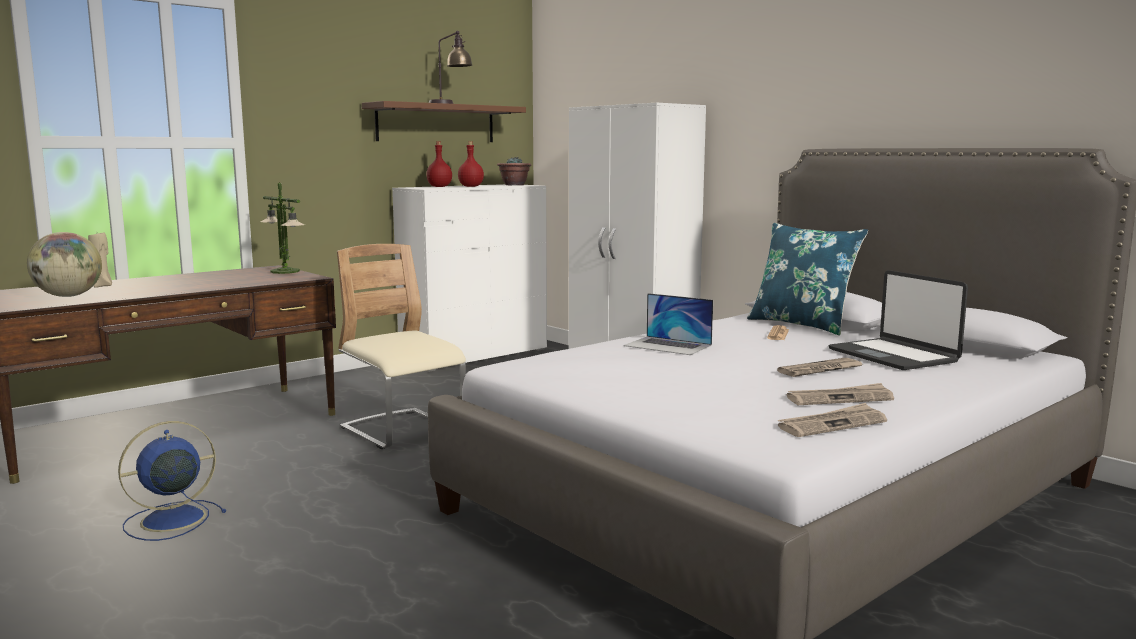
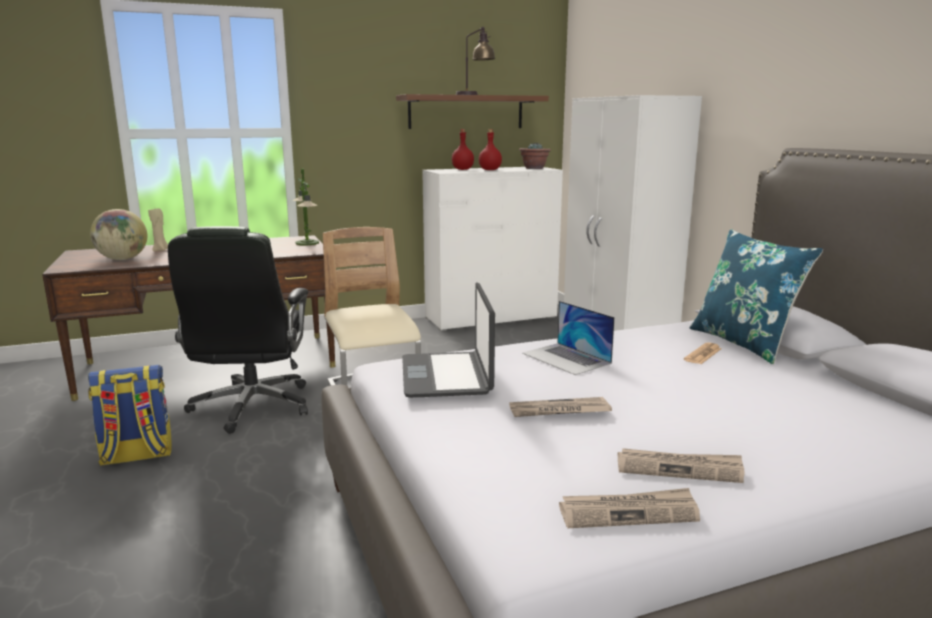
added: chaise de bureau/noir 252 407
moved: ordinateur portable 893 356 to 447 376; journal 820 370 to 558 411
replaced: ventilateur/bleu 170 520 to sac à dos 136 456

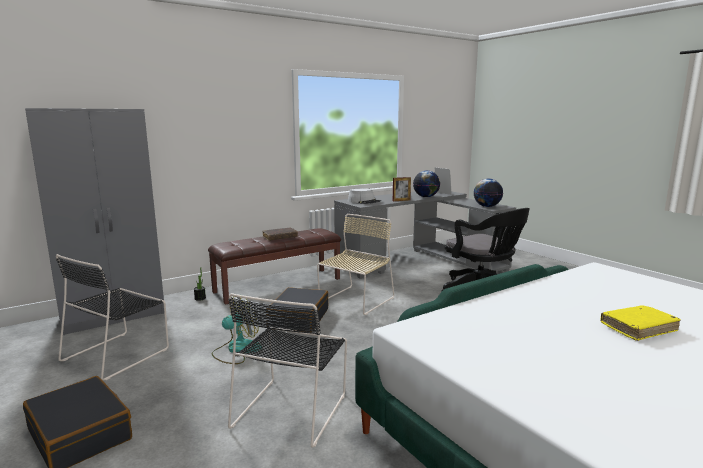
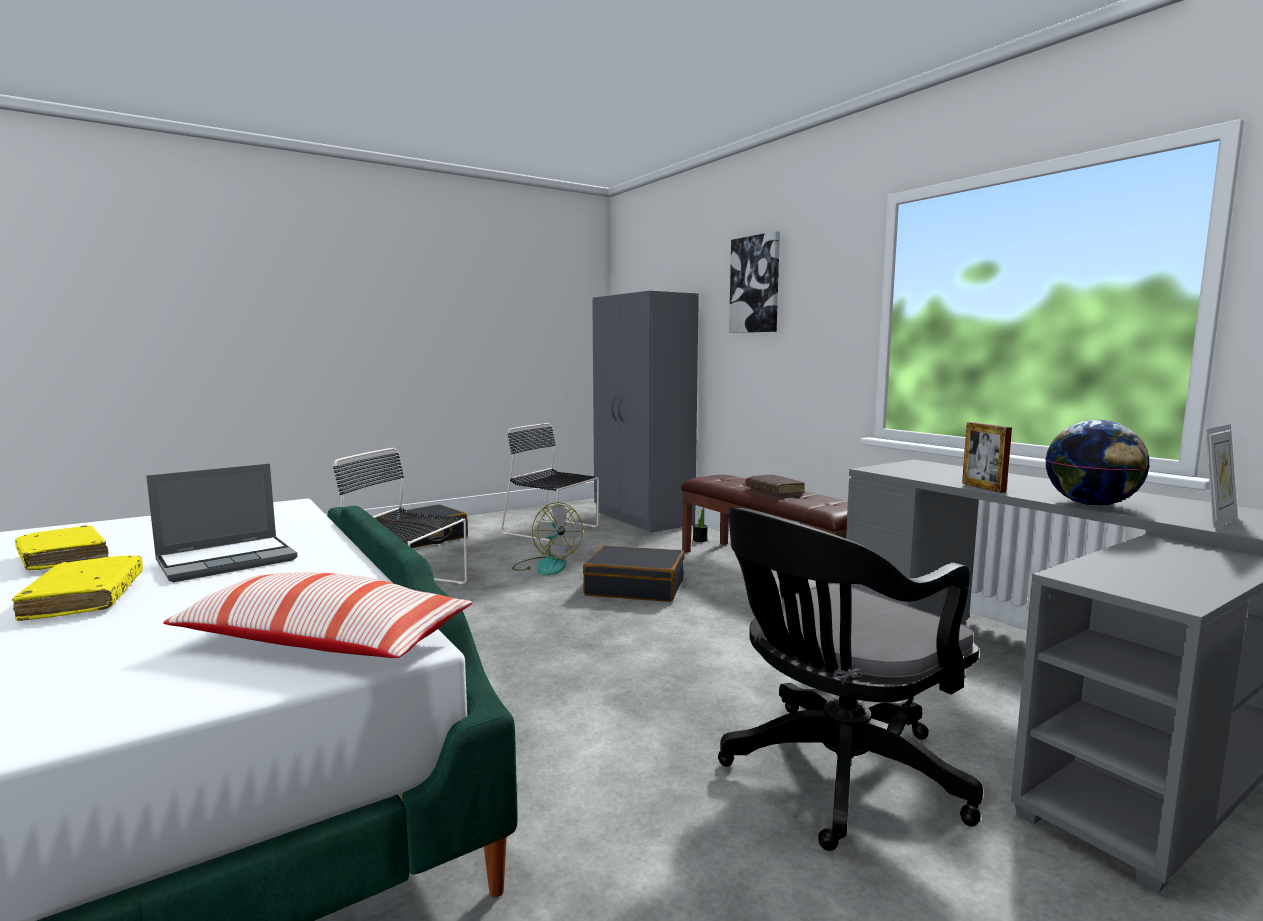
removed: chaise/beige 355 301; chapeau/gris 364 201; globe 487 206
added: livre/jaune 62 558; ordinateur portable 228 560; coussin 324 642; tableau 755 284

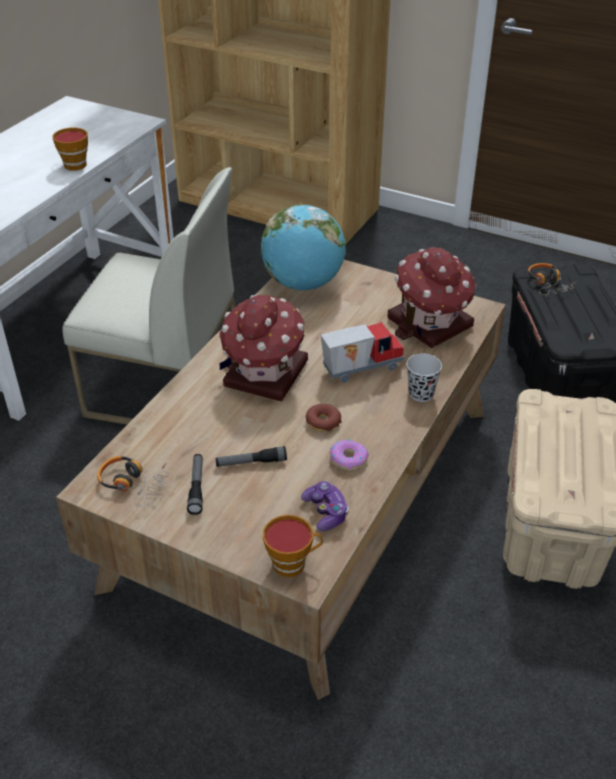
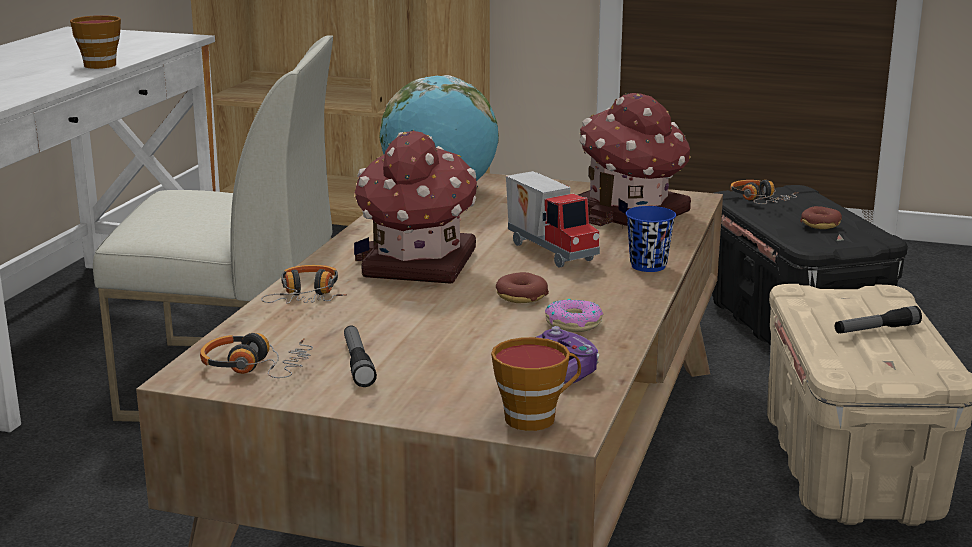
added: casque audio 307 297; beignet 820 224
moved: lampe de poche 251 462 to 876 329
recoloured: tasse/noir 421 394 to tasse/bleu 648 266
turned: camion jouet 360 368 = 552 251 90 degrees clockwise

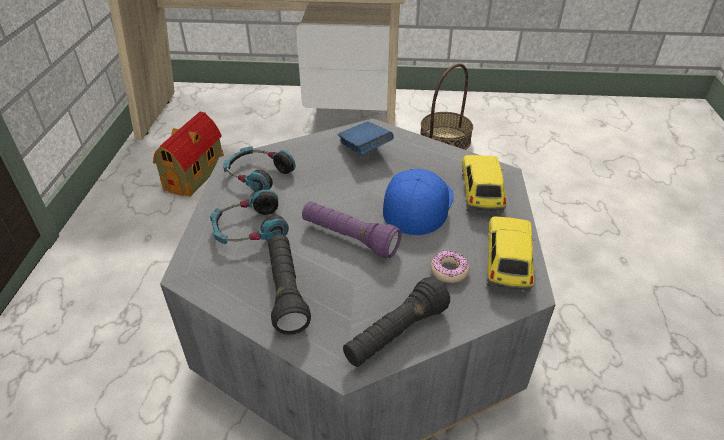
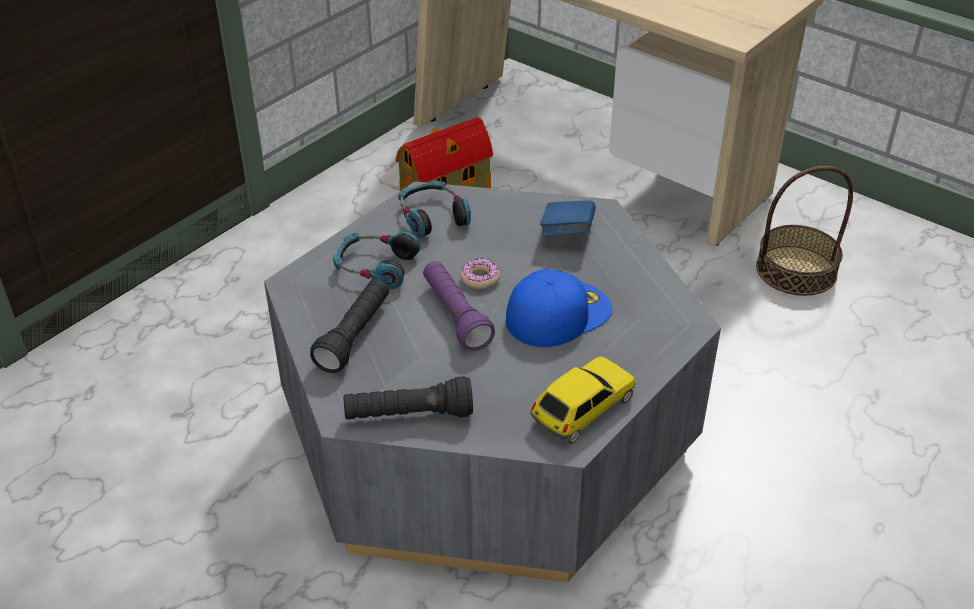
removed: petite voiture 481 193
moved: beignet 449 271 to 480 279

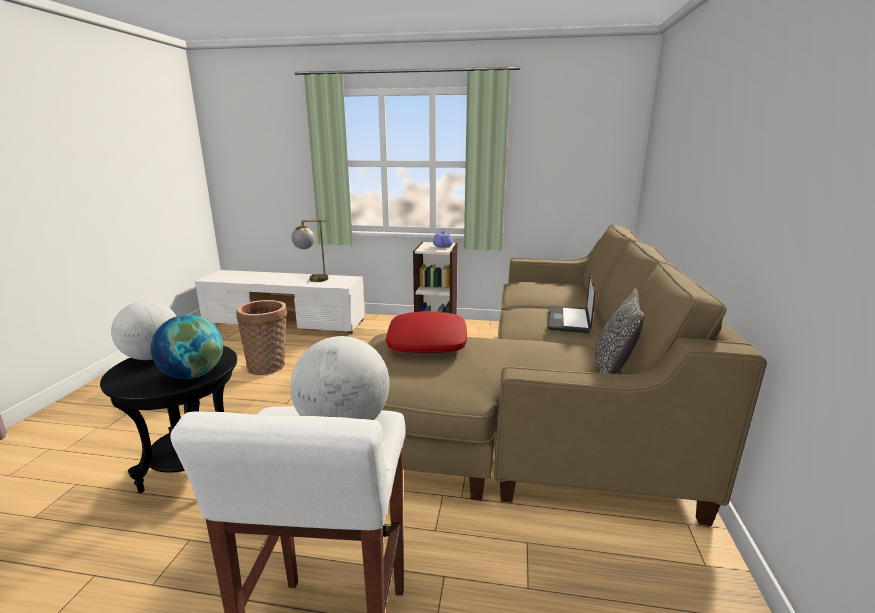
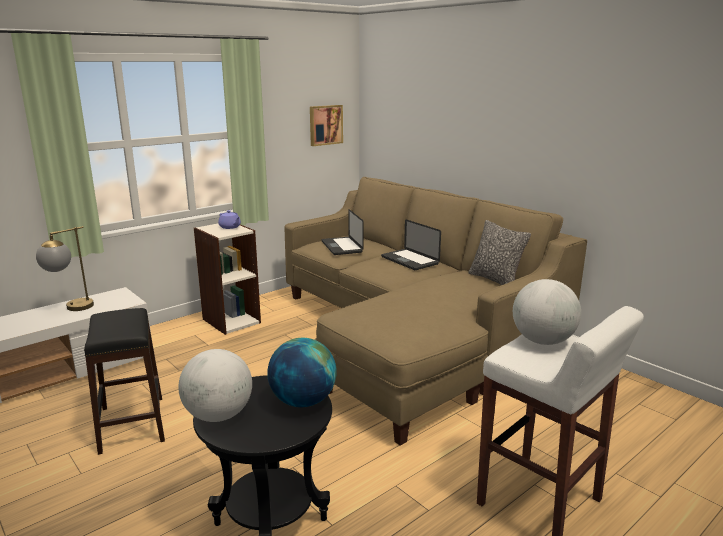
removed: coussin/rouge 428 343
added: tableau 325 125; ordinateur portable 342 247
replaced: panier 269 366 to tabouret/noir 131 424

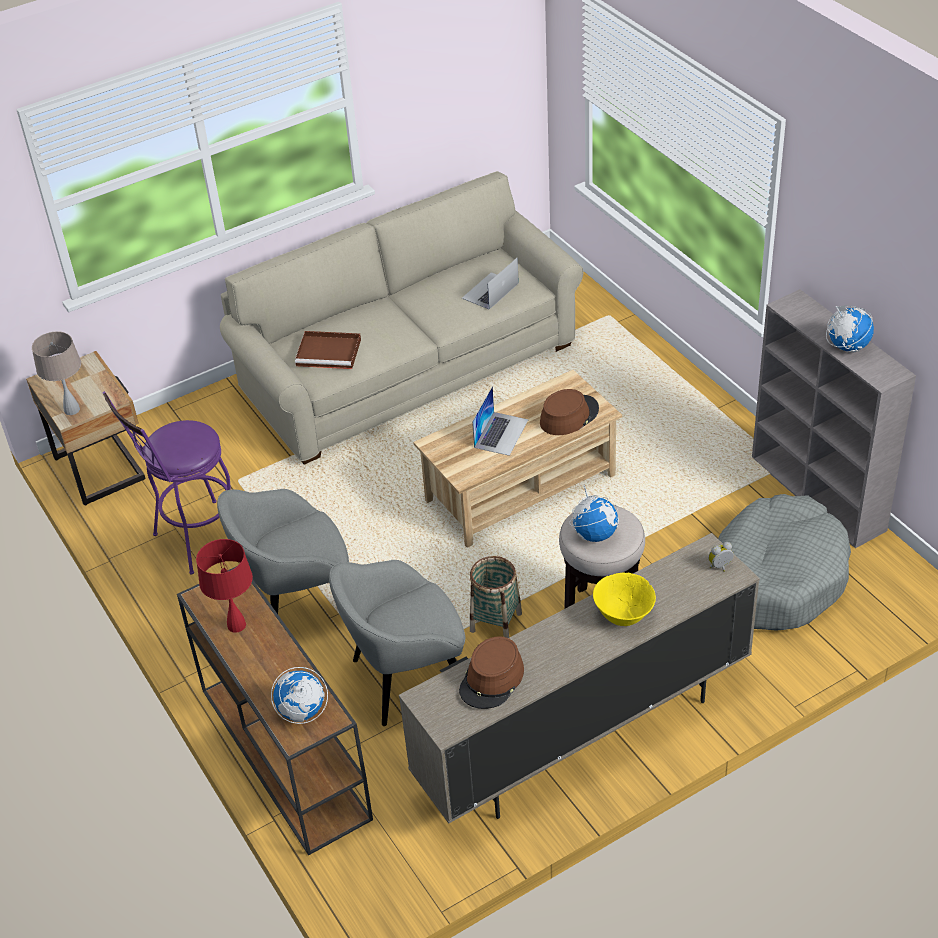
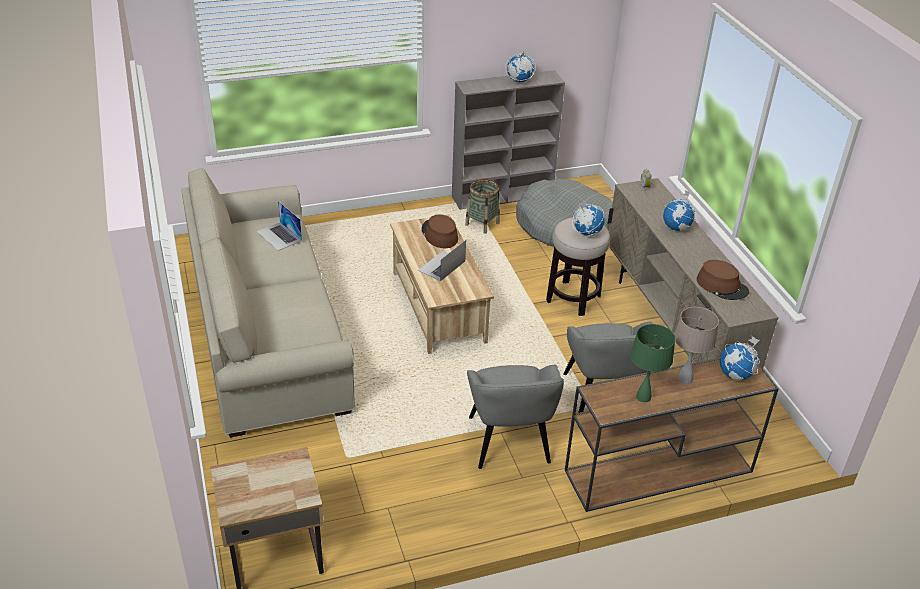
removed: tabouret/violet 195 540; plateau/marron 330 352
moved: panier 496 622 to 482 224; lampe de table/beige 72 410 to 685 378
replaced: bol/jaune 623 615 to globe 677 227
recoloured: lampe de table/rouge 236 625 to lampe de table/vert 643 397
turned: ordinateur portable 501 433 = 441 266 90 degrees counterclockwise

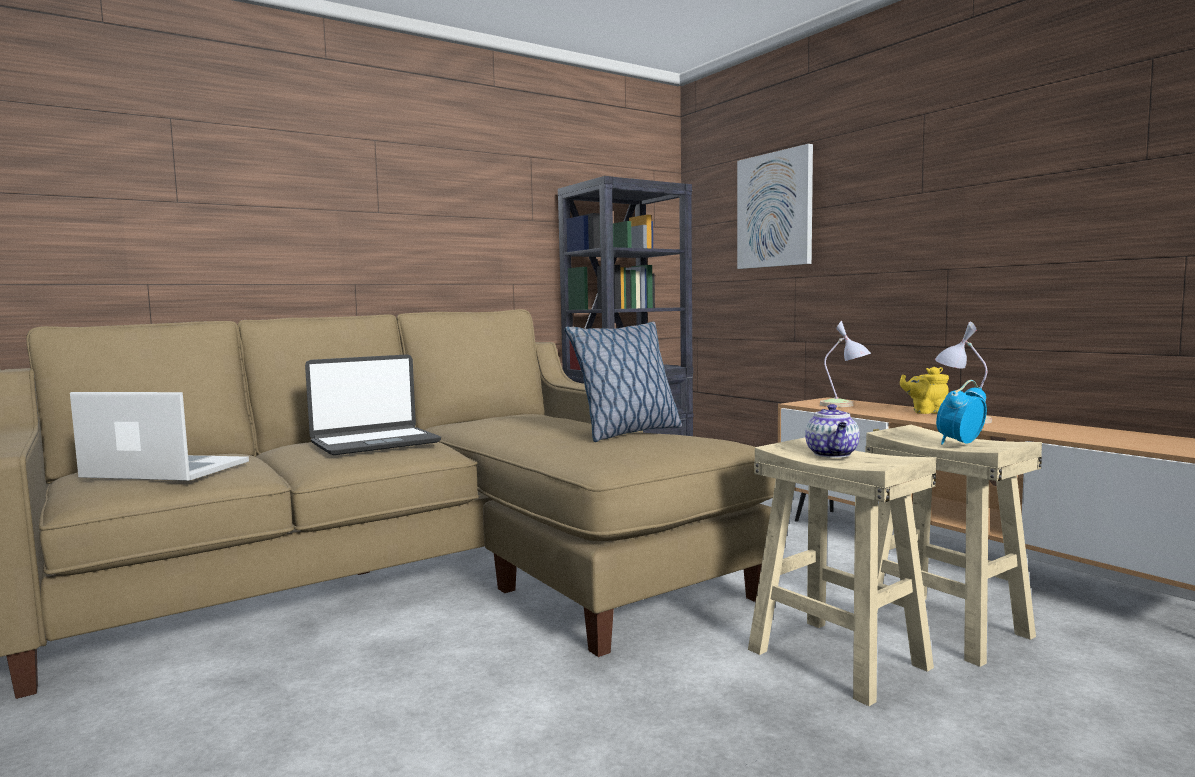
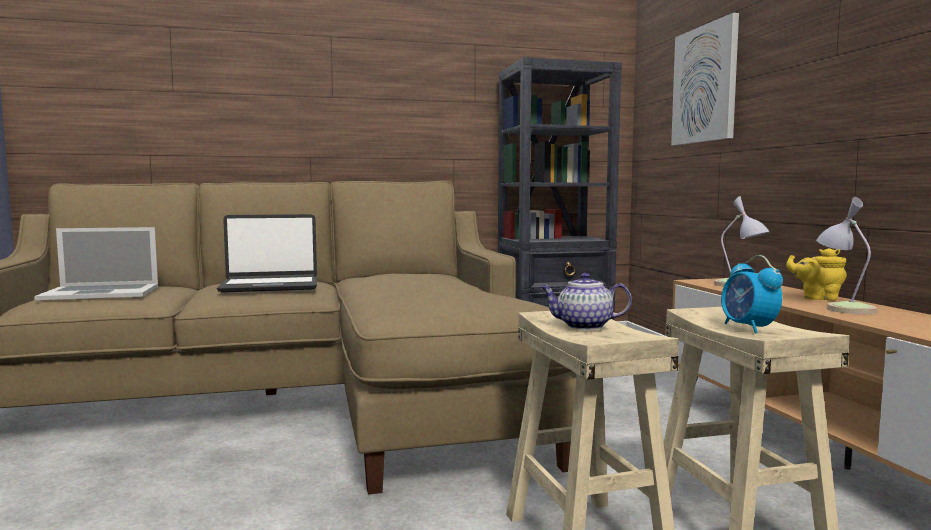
removed: coussin 627 433
turned: ordinateur portable 165 470 = 101 293 135 degrees clockwise; théière 832 454 = 583 326 75 degrees clockwise; réveil 959 443 = 748 328 90 degrees counterclockwise

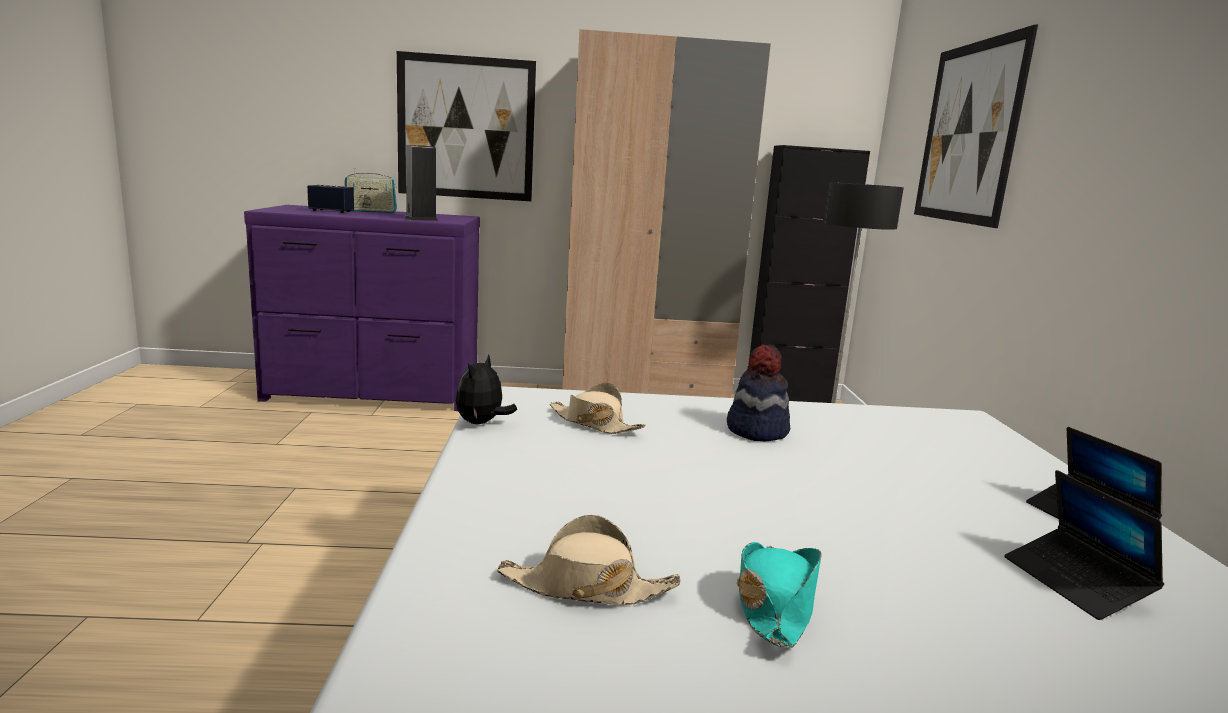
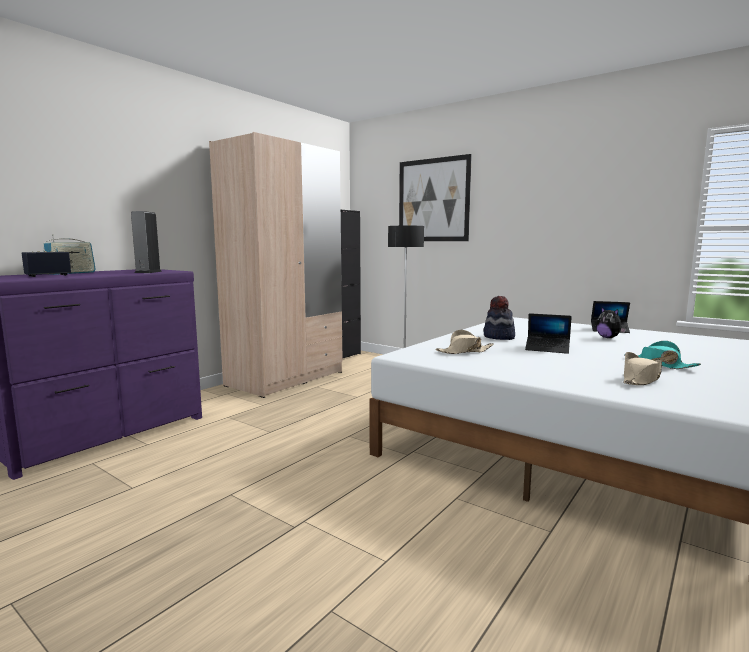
removed: tableau 466 128
moved: ordinateur portable 1076 583 to 547 349; peluche 482 423 to 608 338

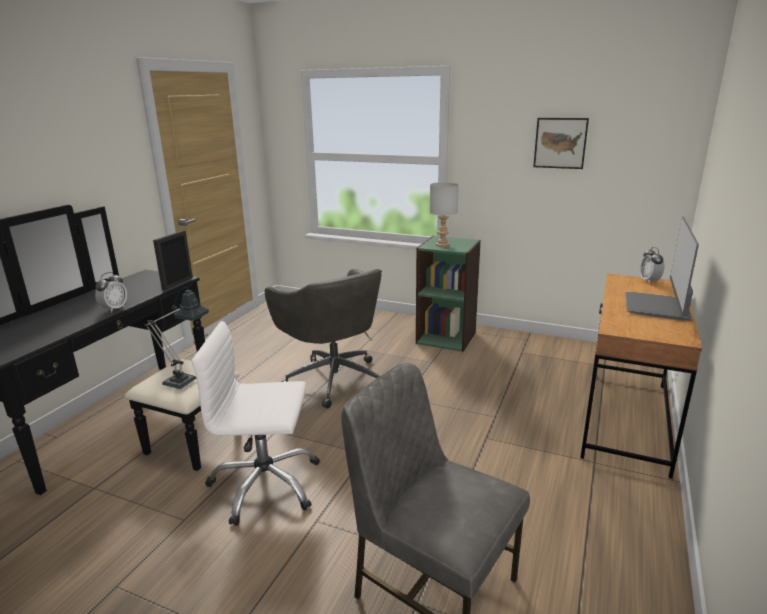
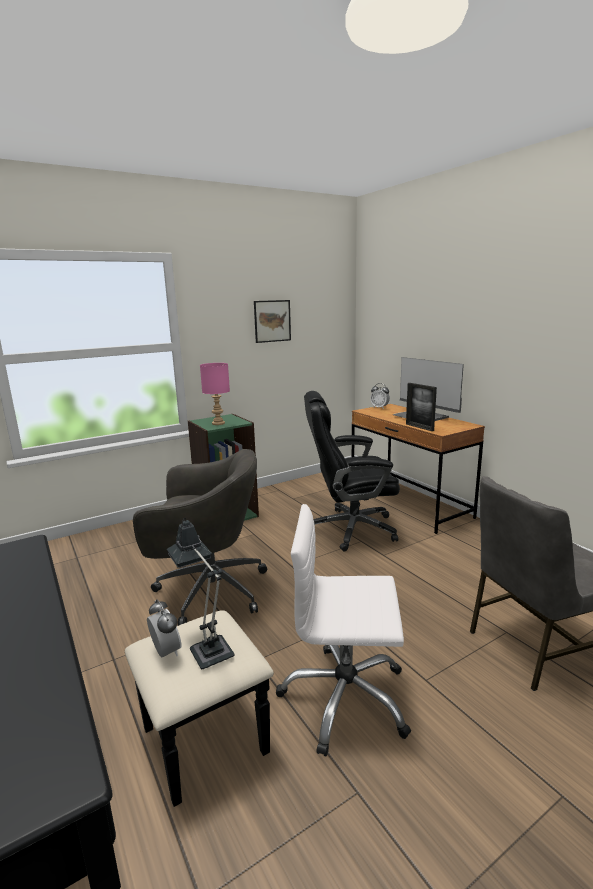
added: chaise de bureau/noir 351 529
moved: réveil 114 309 to 166 652; cadre photo 177 283 to 419 427
recoloured: lampe de table/gris 442 244 to lampe de table/rose 217 423
turned: chaise de bureau/blanc 265 484 = 345 698 60 degrees clockwise

